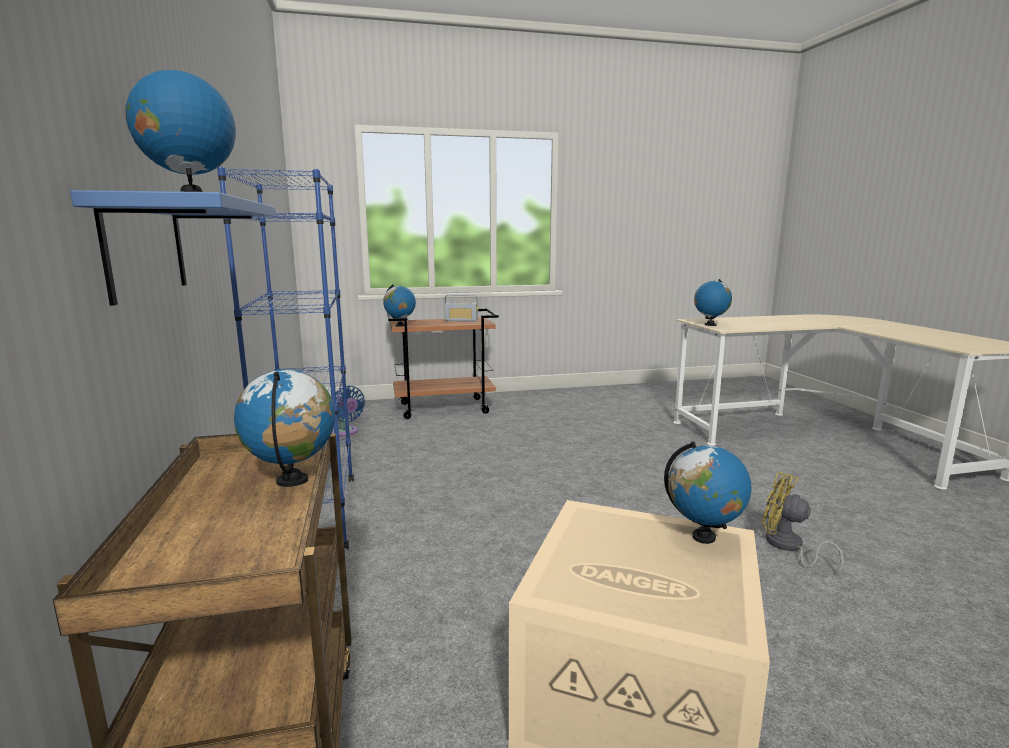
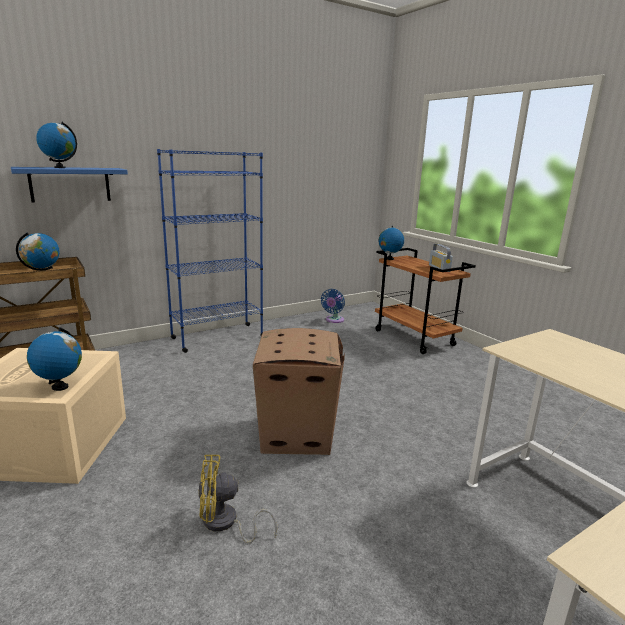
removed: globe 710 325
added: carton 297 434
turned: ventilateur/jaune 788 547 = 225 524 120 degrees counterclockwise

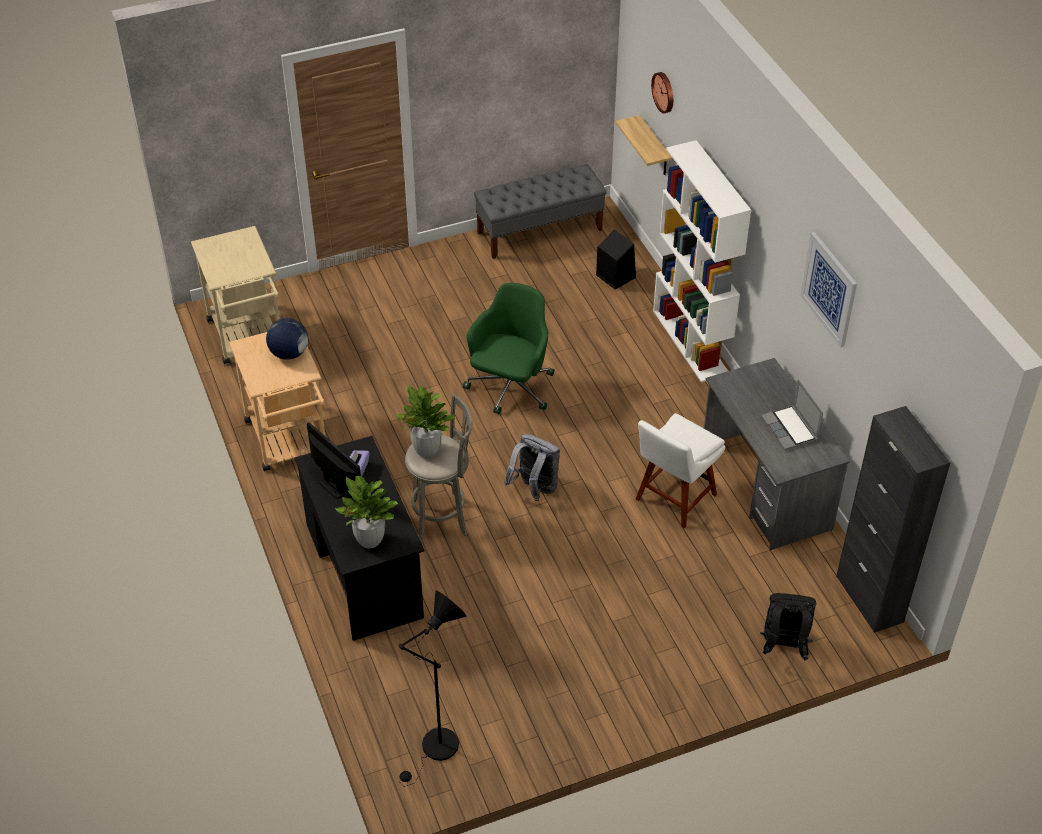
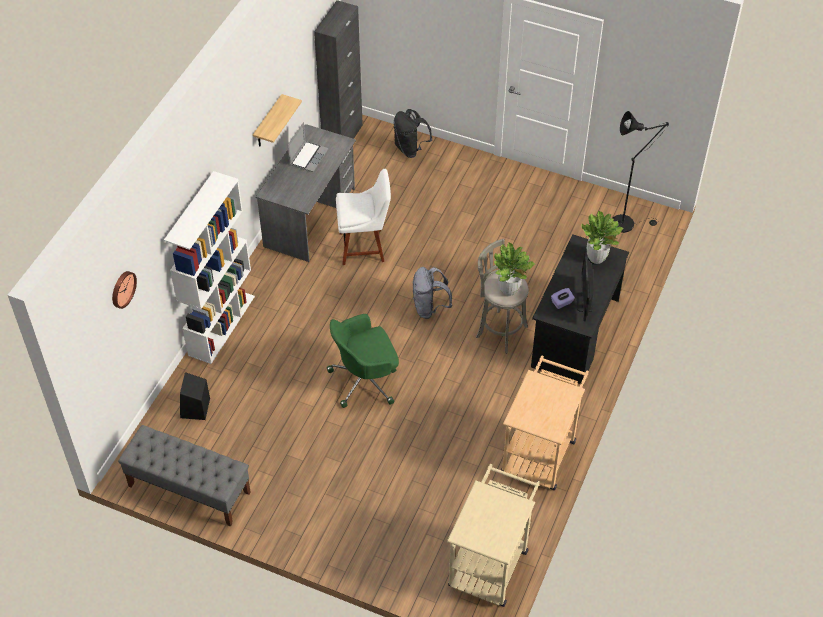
removed: globe 289 354; tableau 829 289
moved: étagère 655 147 to 268 123

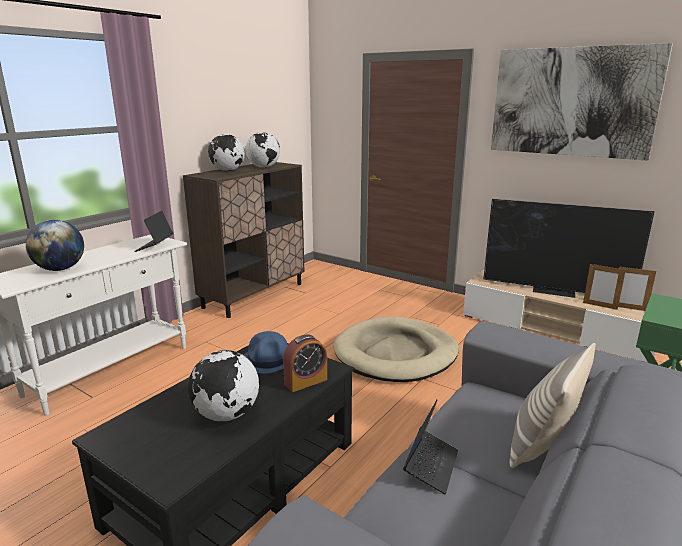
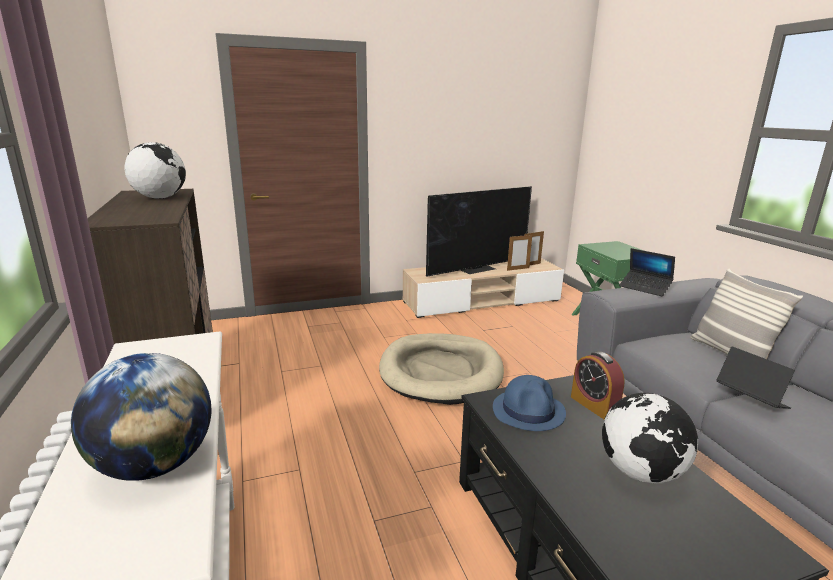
removed: globe 227 171; tableau 571 102
moved: ordinateur portable 154 246 to 645 288
turned: réveil 306 381 = 594 405 150 degrees clockwise

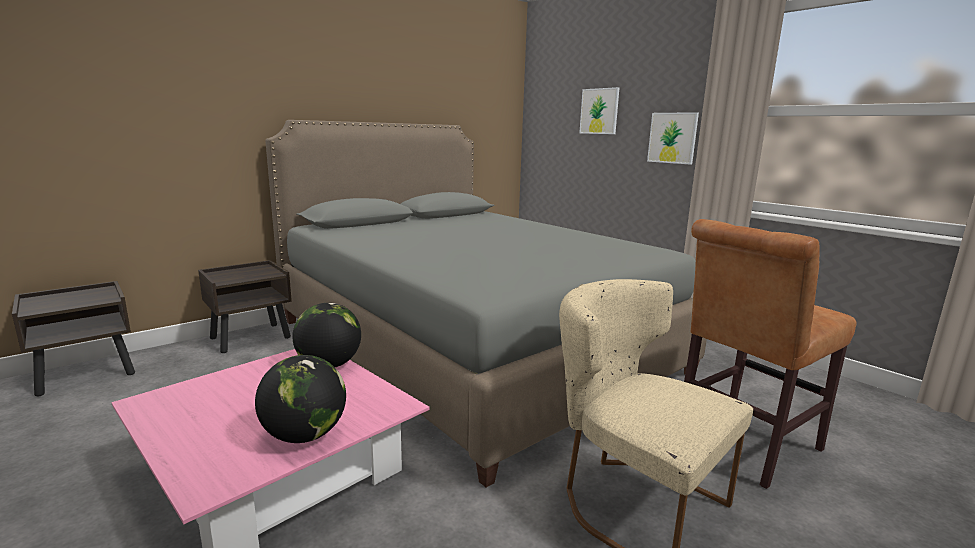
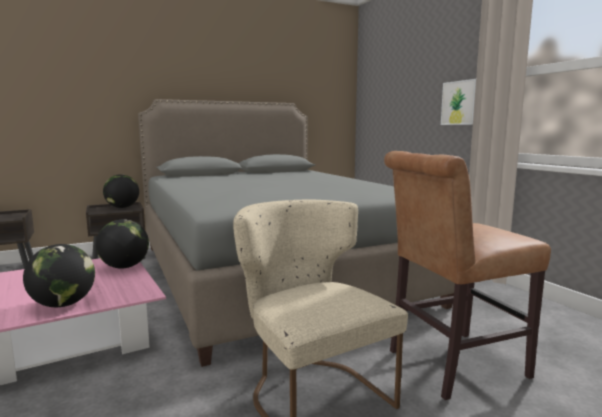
removed: tableau 599 111
added: globe 122 207

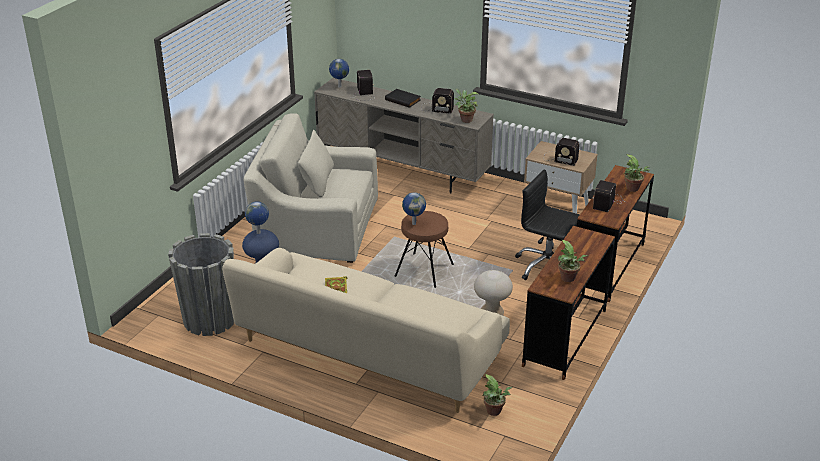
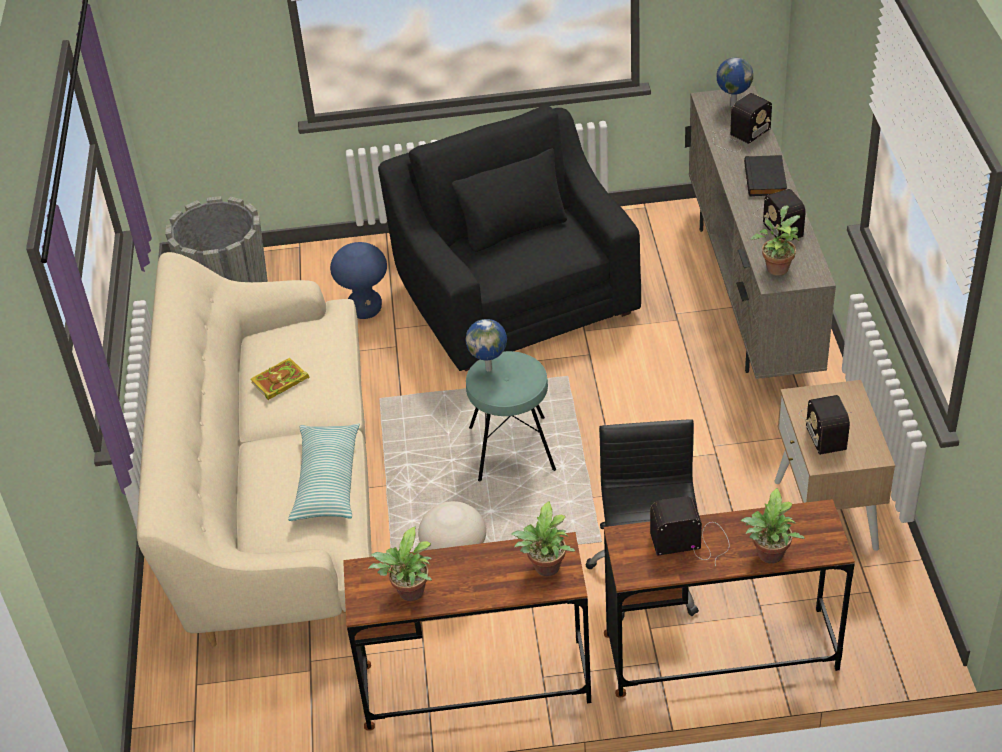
removed: globe 258 233
added: coussin 327 481
moved: plante en pot 495 412 to 546 569
recoloured: fauteuil/beige 316 228 to fauteuil/noir 515 295; tabouret/marron 424 270 to tabouret/turquoise 511 448

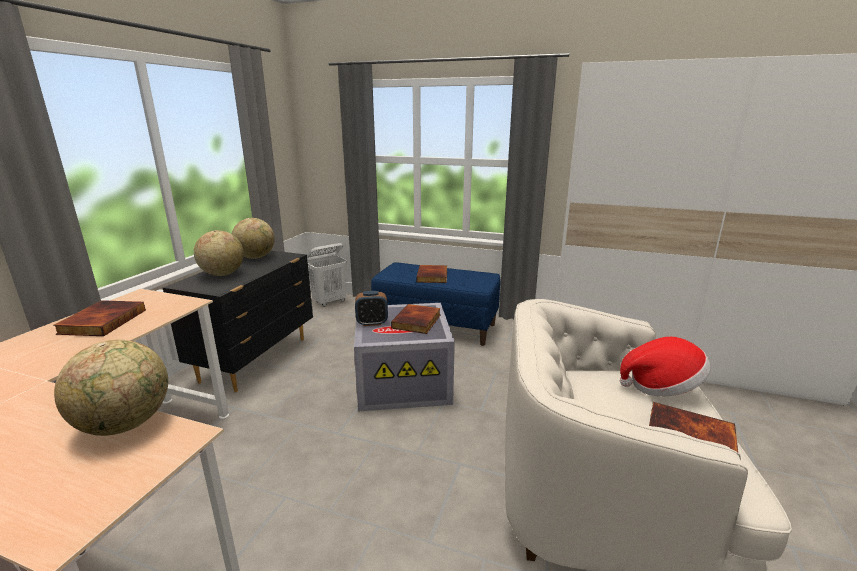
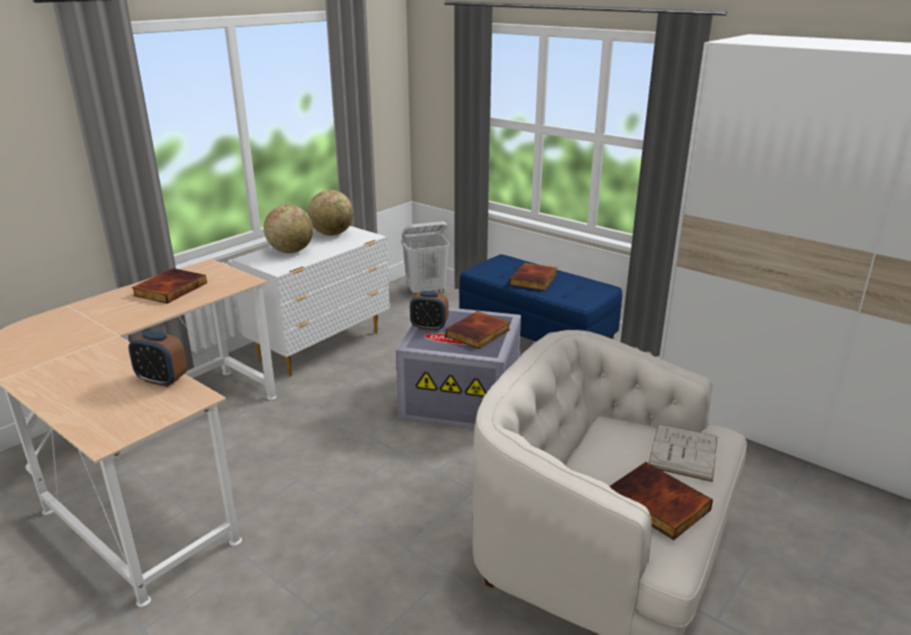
replaced: globe 126 424 to réveil 162 380; chapeau 662 387 to livre/blanc 683 452
recoloured: commode/noir 257 359 to commode/blanc 322 346

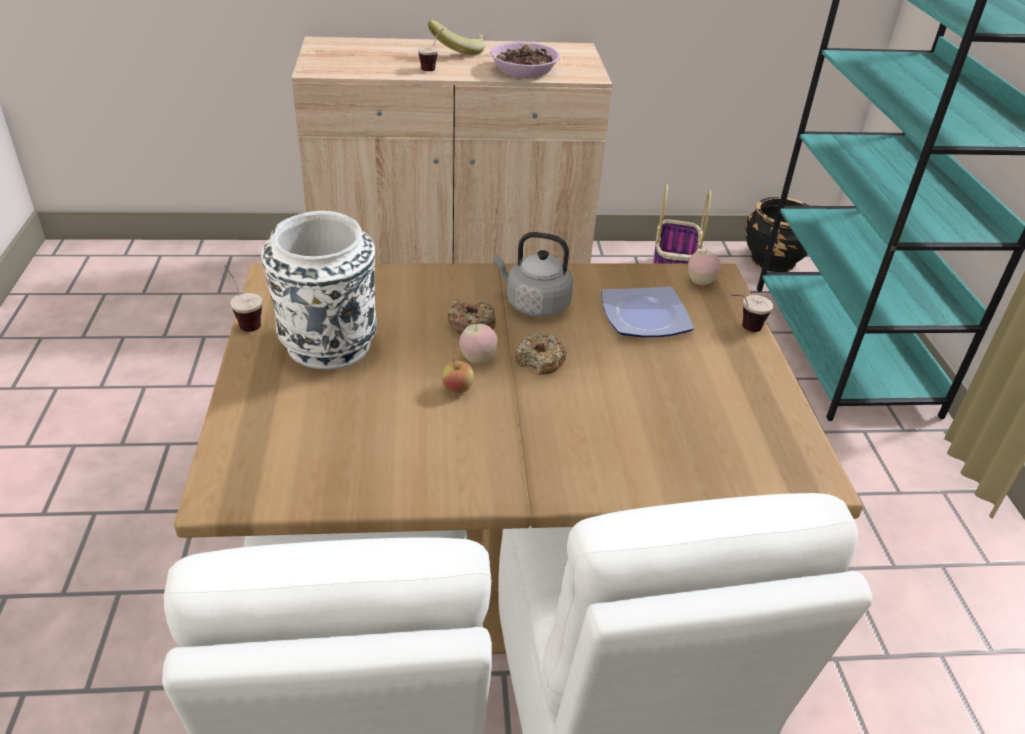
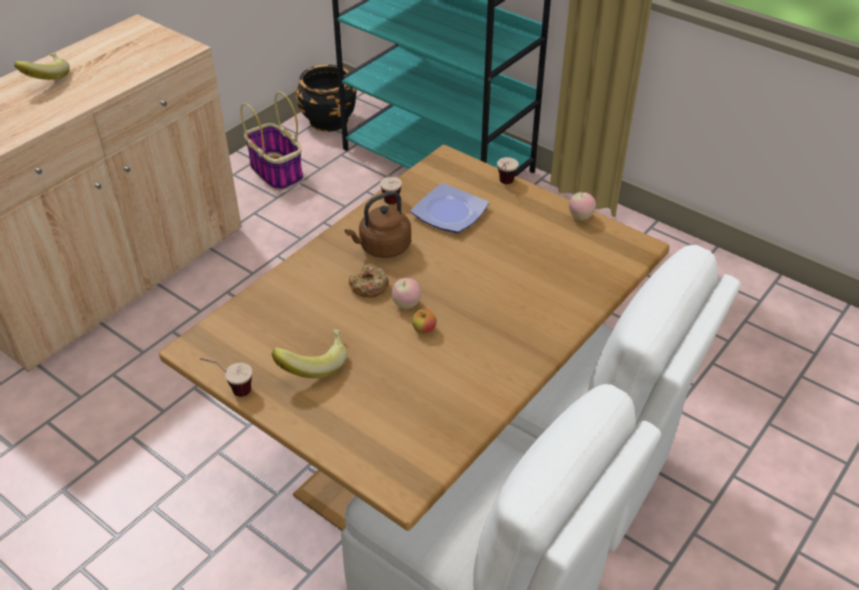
removed: bol 523 70; beignet 540 361
moved: tasse 433 67 to 389 195; pomme 700 282 to 580 217
replaced: vase/blanc 328 347 to banane 313 364
recoloured: bouilloire/gris 534 304 to bouilloire/marron 382 248

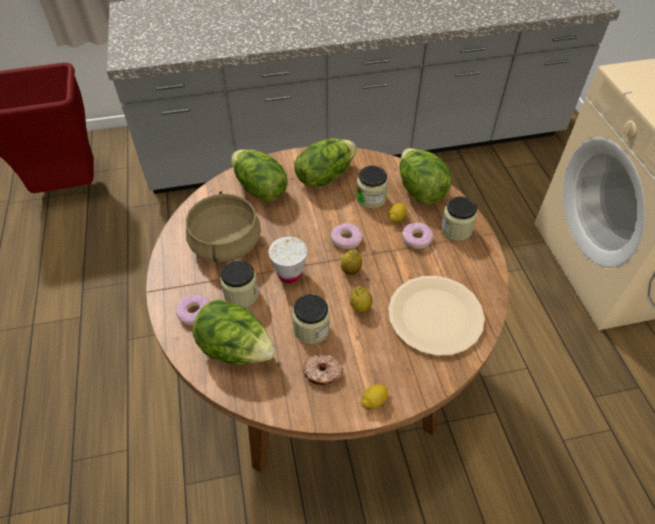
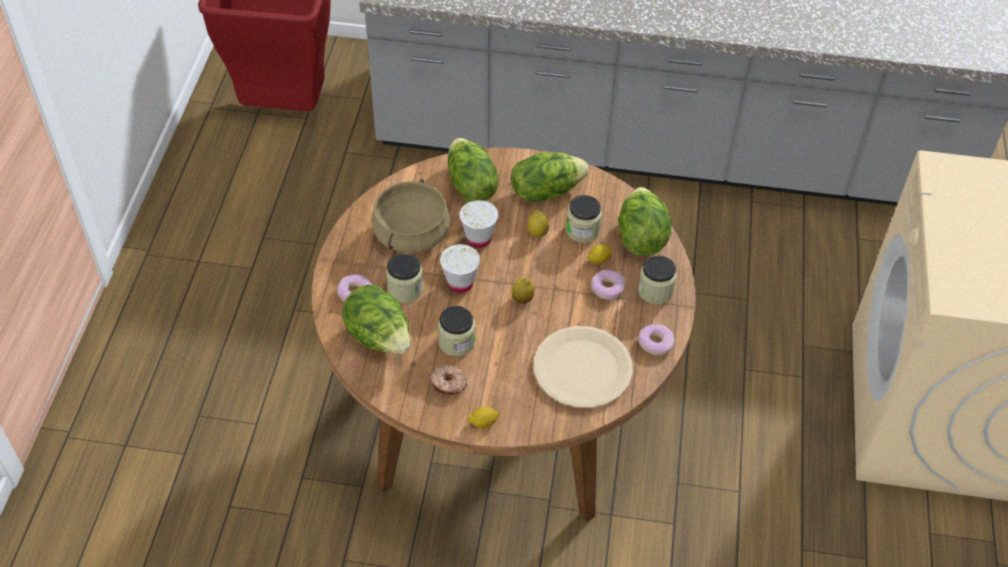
added: tasse/blanc 479 239
moved: citron 360 307 to 537 233; beignet 346 239 to 655 343

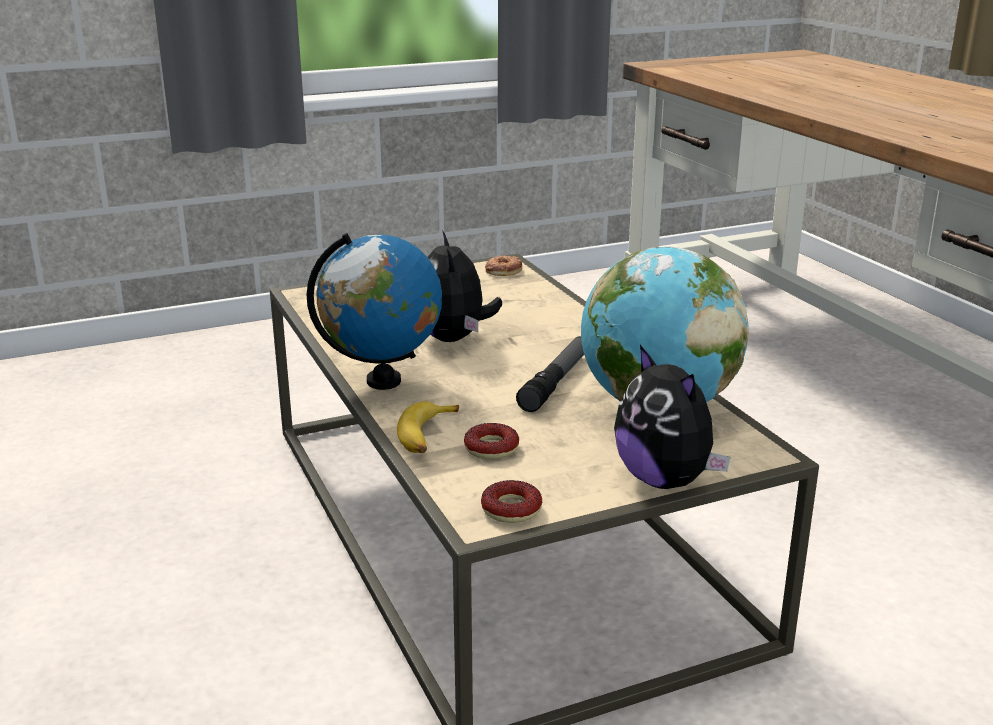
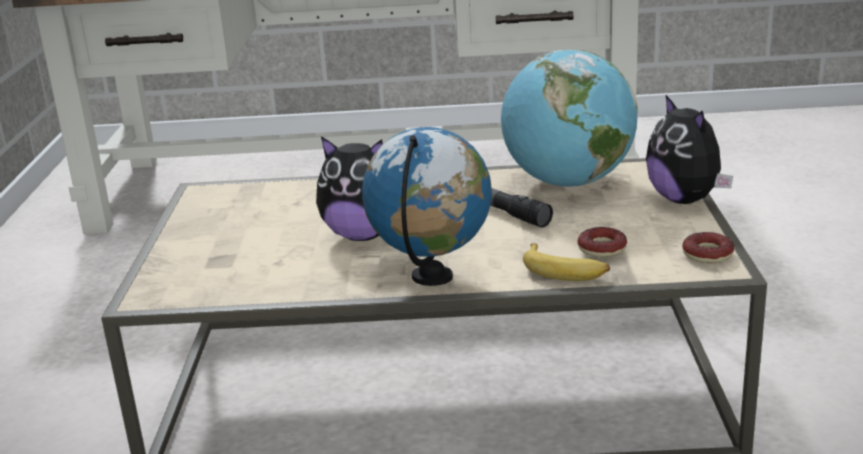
removed: beignet 503 270
turned: peluche 665 480 = 686 199 75 degrees clockwise

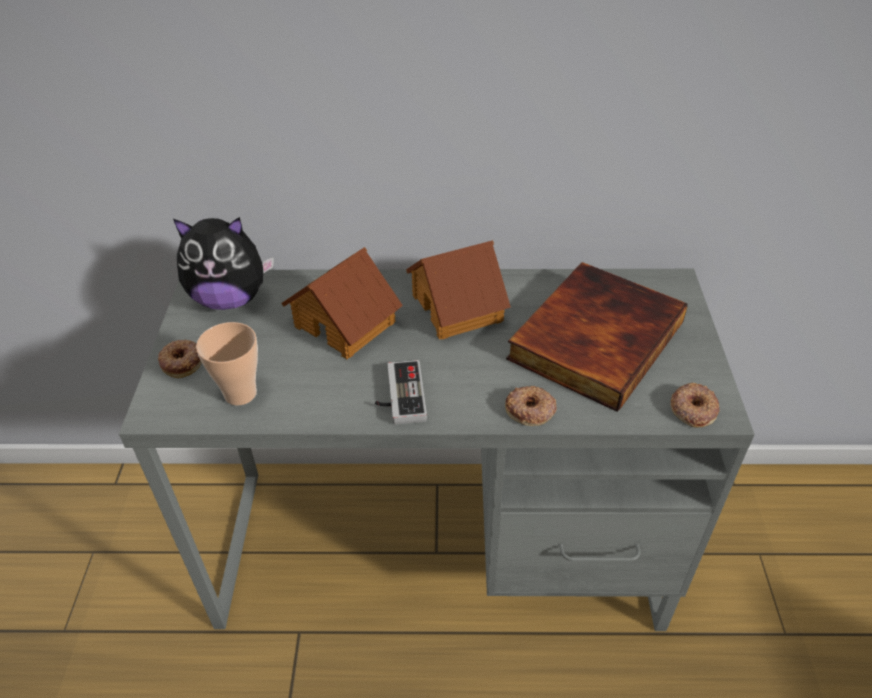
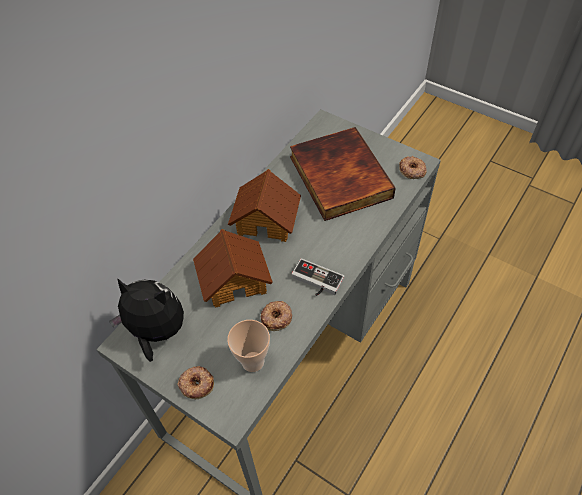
moved: beignet 530 410 to 277 317
turned: peluche 230 299 = 156 332 105 degrees counterclockwise

